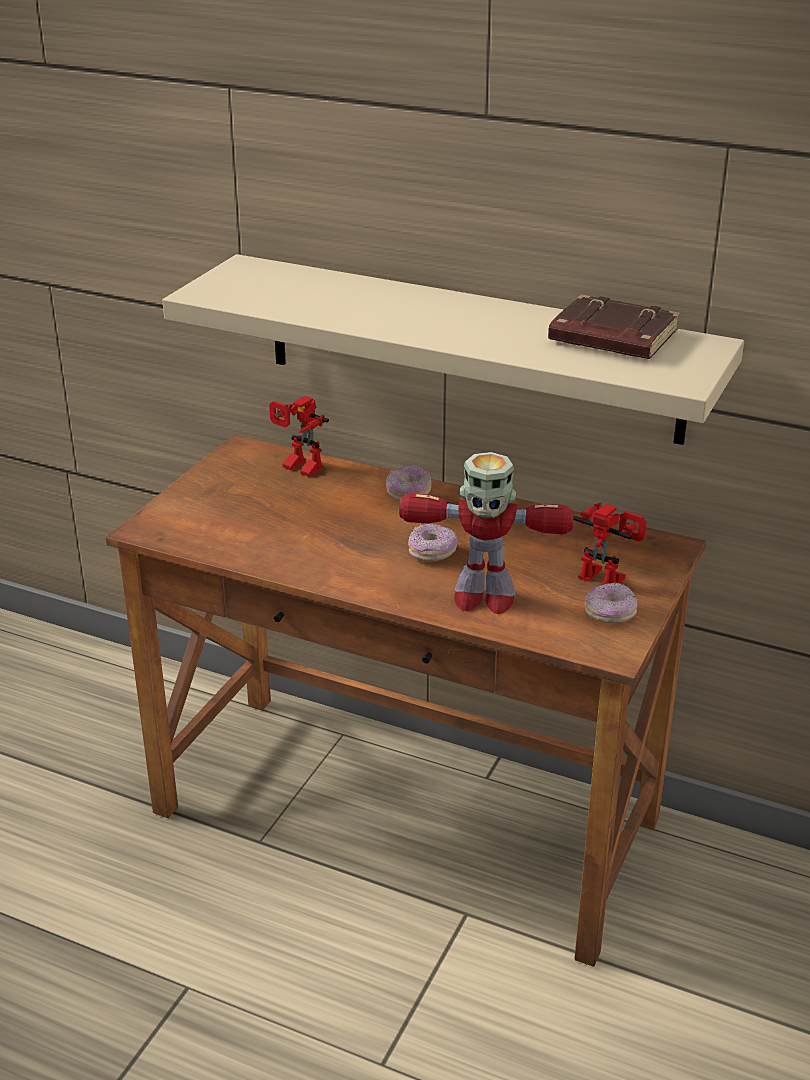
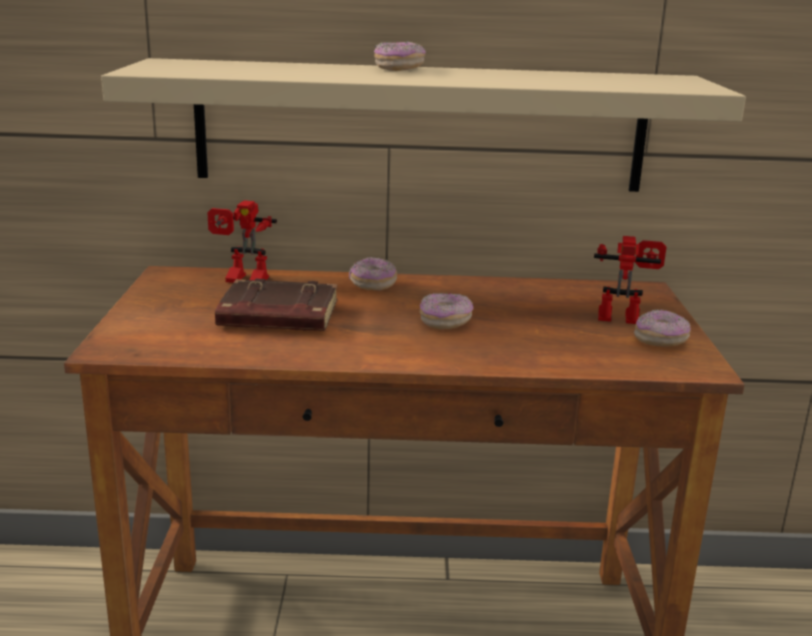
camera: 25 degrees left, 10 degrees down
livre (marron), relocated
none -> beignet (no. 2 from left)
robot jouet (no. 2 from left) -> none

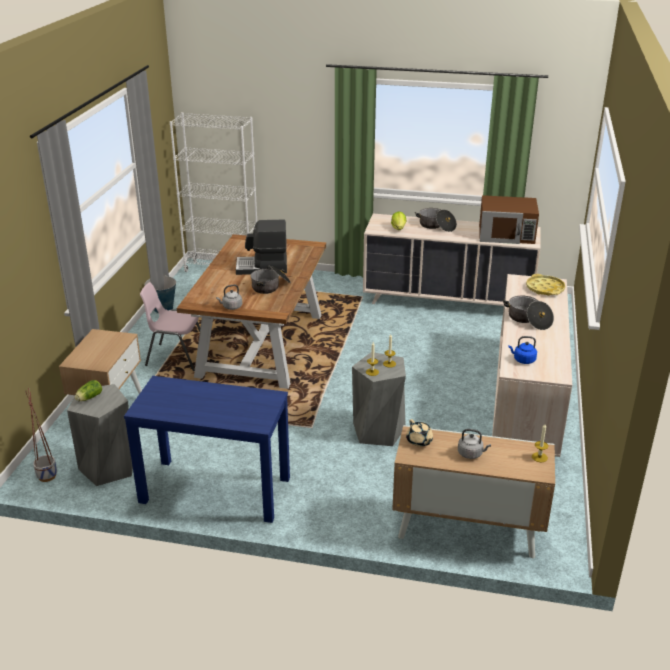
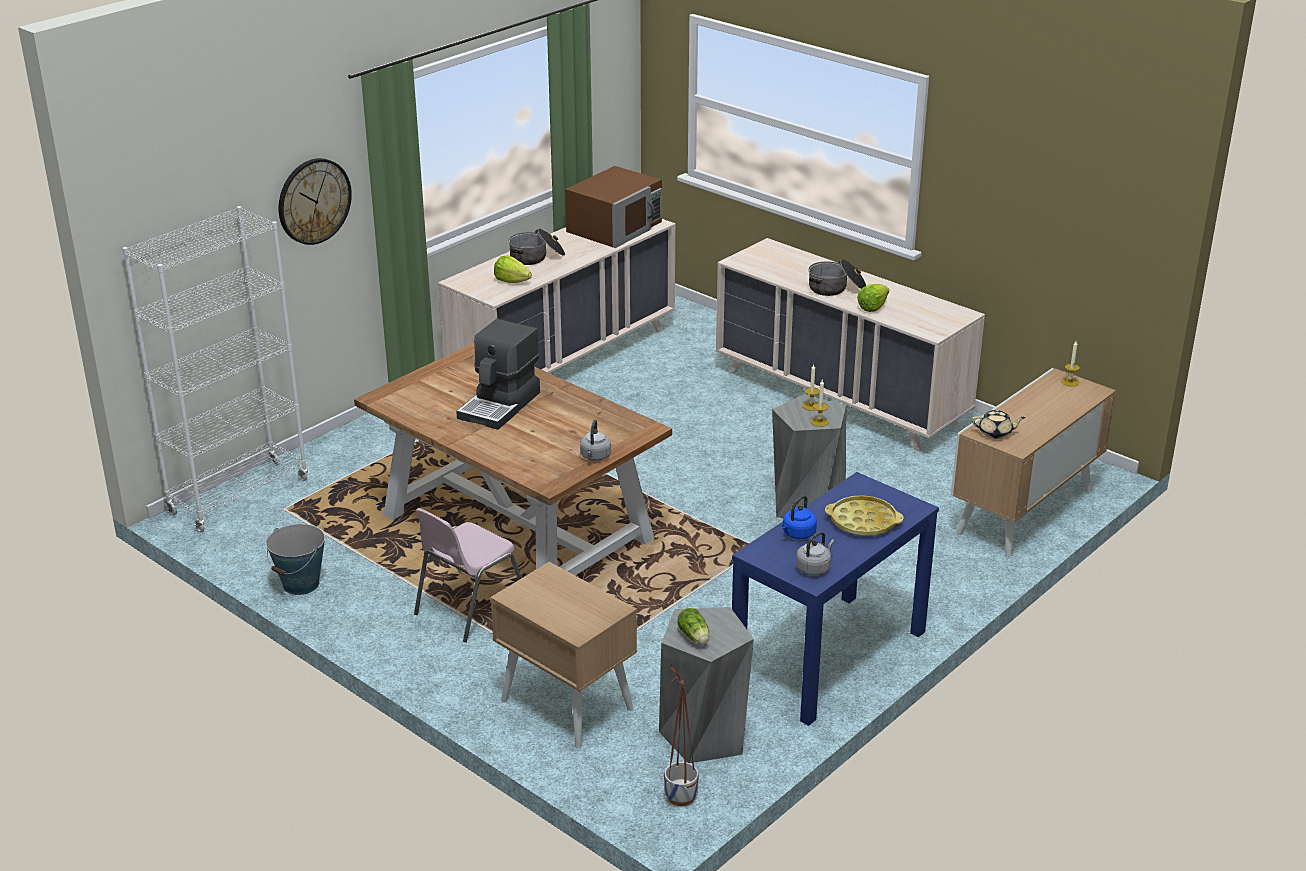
camera: 60 degrees left, 0 degrees up
none -> horloge murale
bouilloire (bleu), relocated
bouilloire (gris) (no. 2 from left), relocated
plateau (jaune), relocated
none -> laitue (no. 3 from left)
marmite (no. 1 from left) -> none

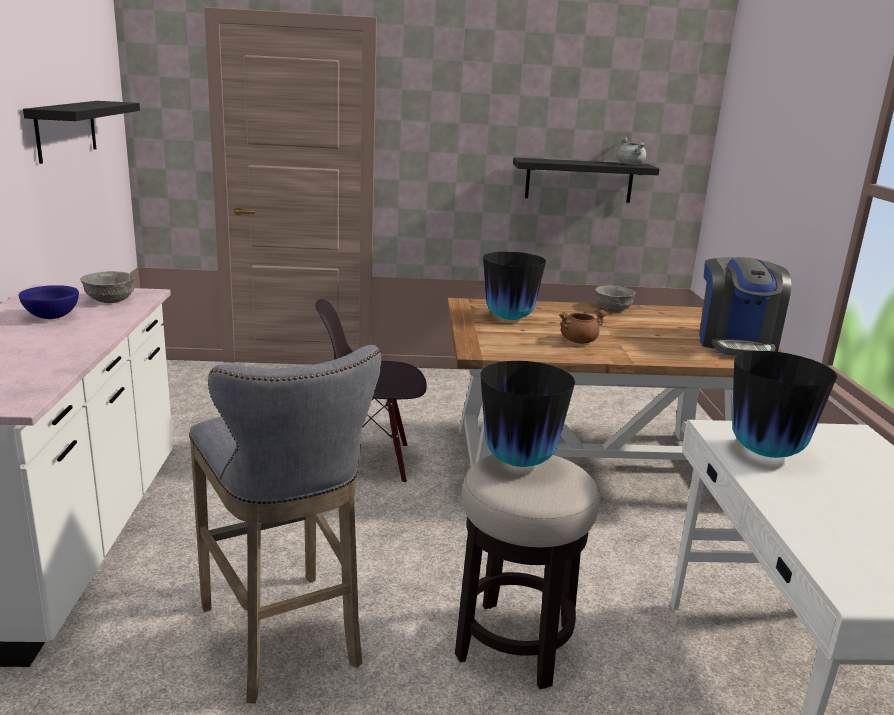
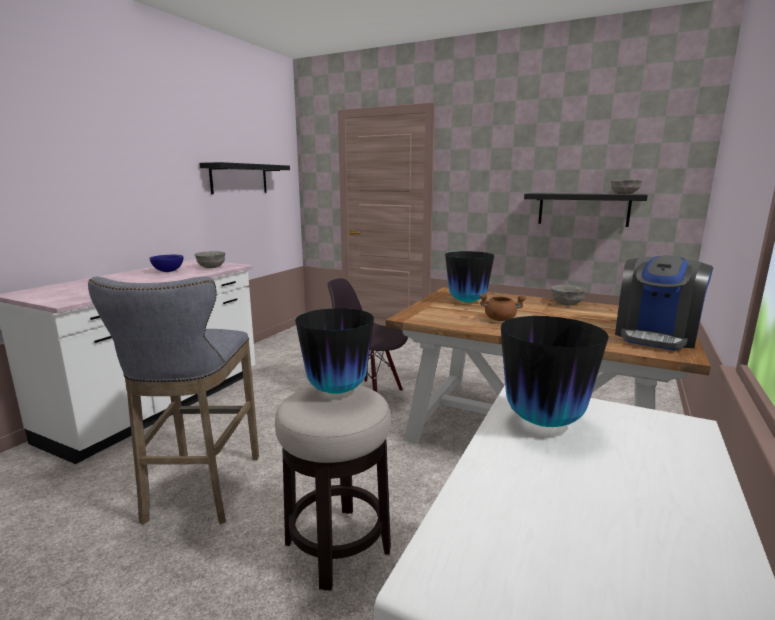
camera: 30 degrees right, 5 degrees down
marmite (gris) -> bol (gris) (no. 3 from left)

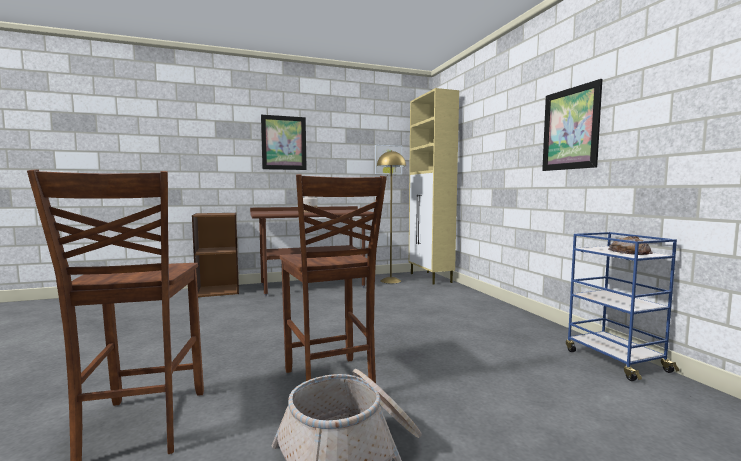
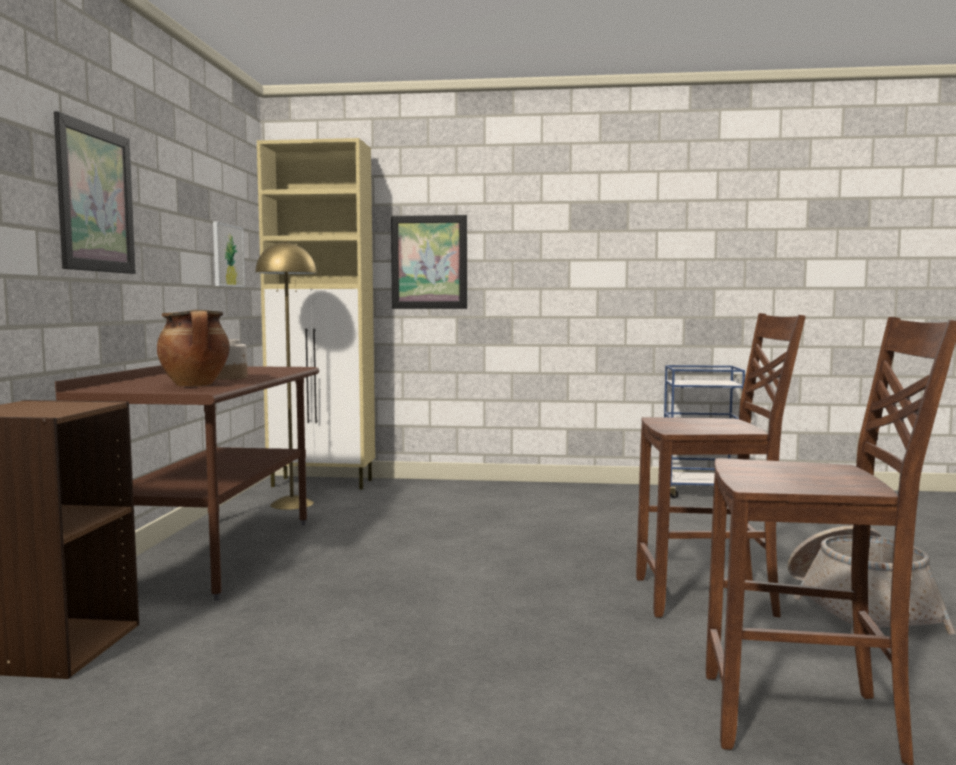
camera: 65 degrees left, 0 degrees up
none -> marmite
tableau (no. 3 from left), relocated
pain -> none

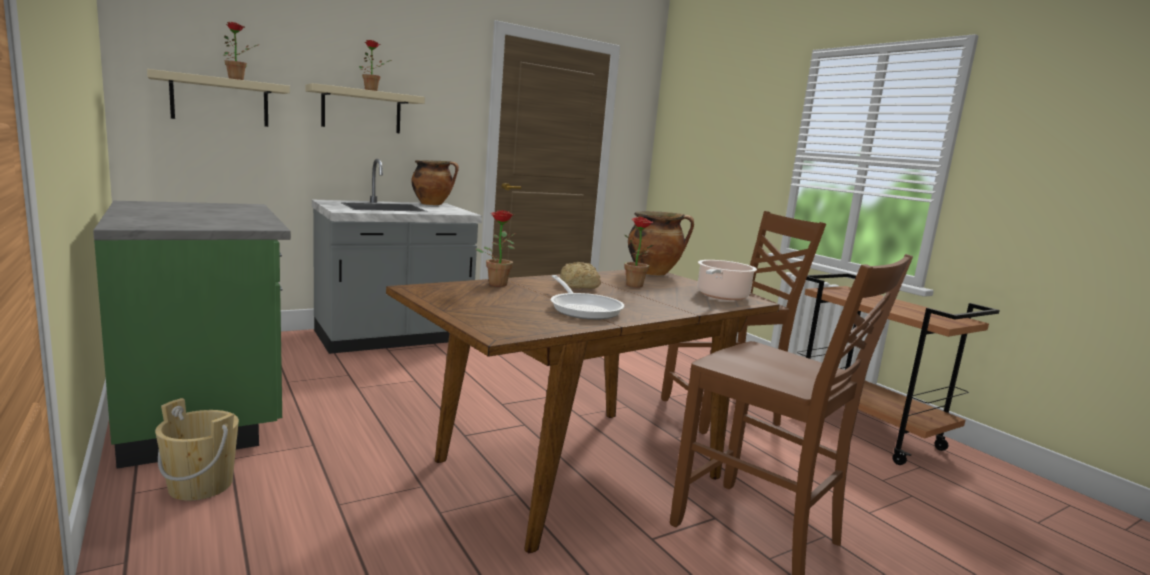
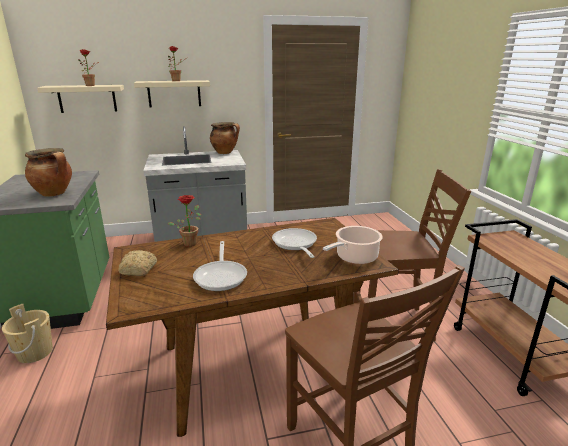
camera: 20 degrees right, 10 degrees up
marmite (no. 2 from left in the first image) -> marmite (no. 1 from left), relocated
pain, relocated
plante en pot (no. 4 from left) -> poêle (no. 2 from left)

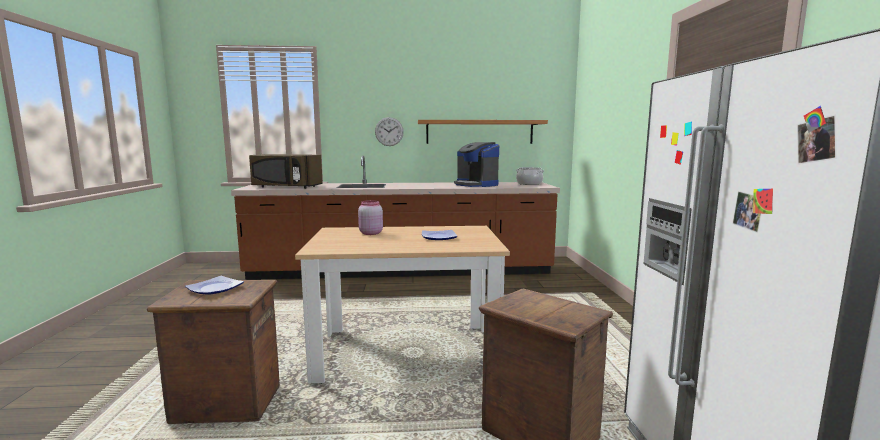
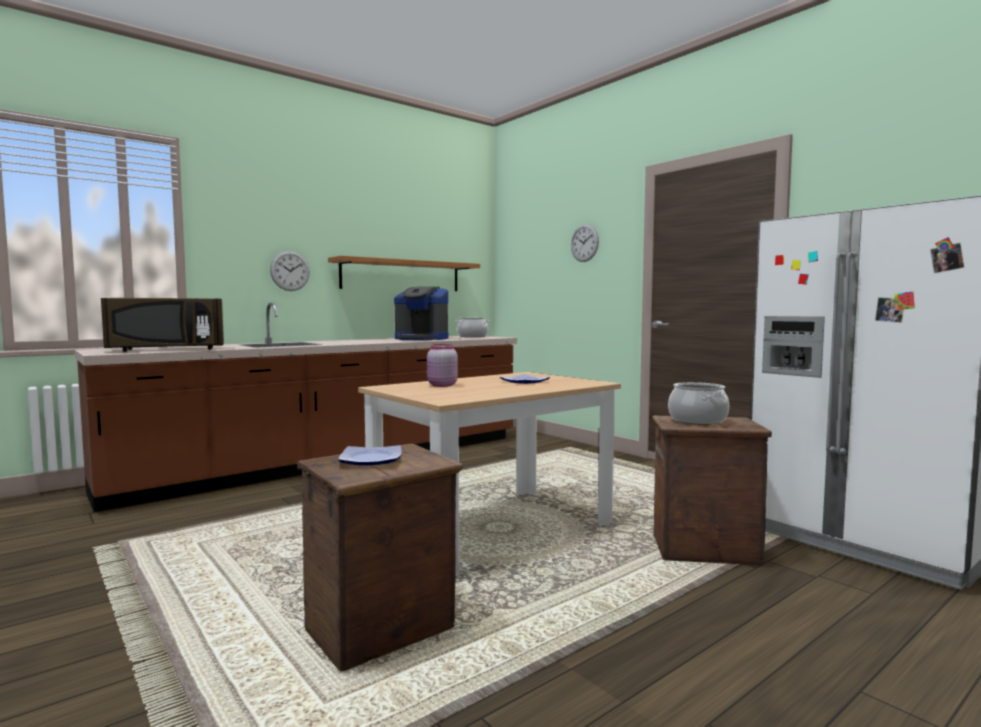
camera: 35 degrees left, 5 degrees down
none -> horloge murale (no. 2 from left)
none -> marmite (no. 2 from left)

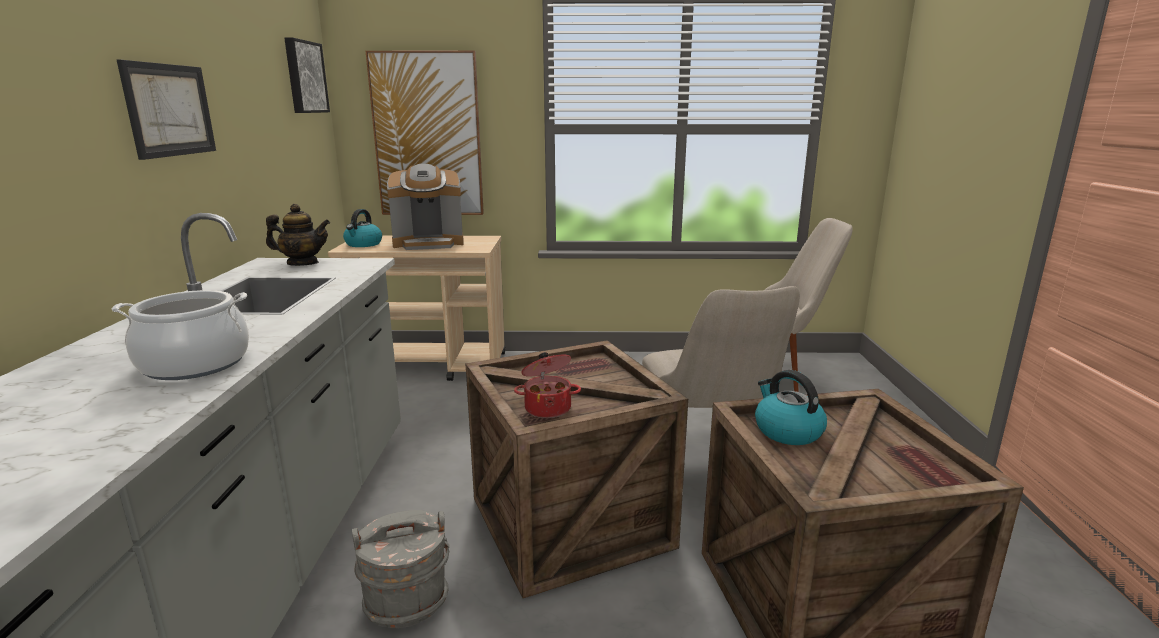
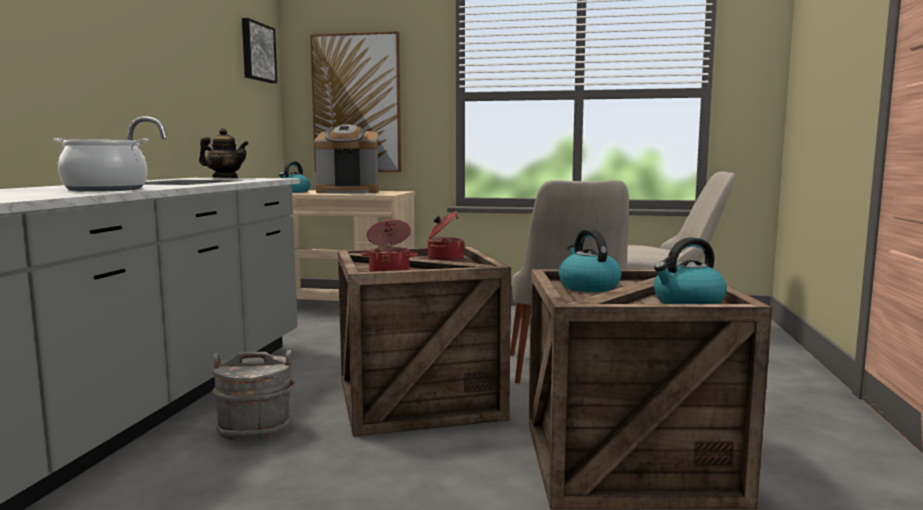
camera: 10 degrees right, 10 degrees down
none -> marmite (no. 3 from left)
none -> bouilloire (no. 3 from left)
tableau (no. 1 from left) -> none

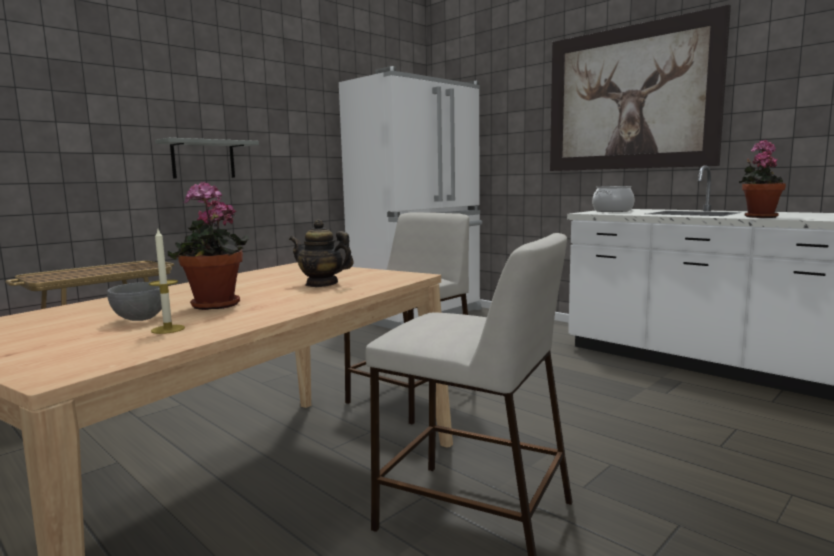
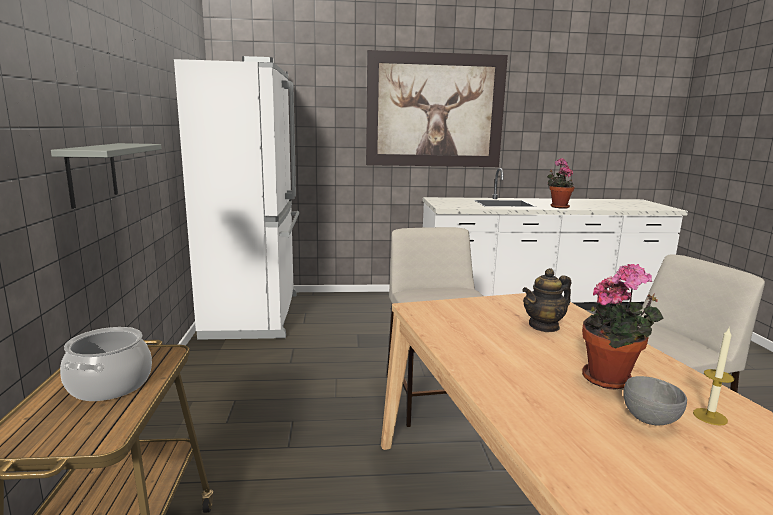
camera: 50 degrees left, 5 degrees up
marmite, relocated

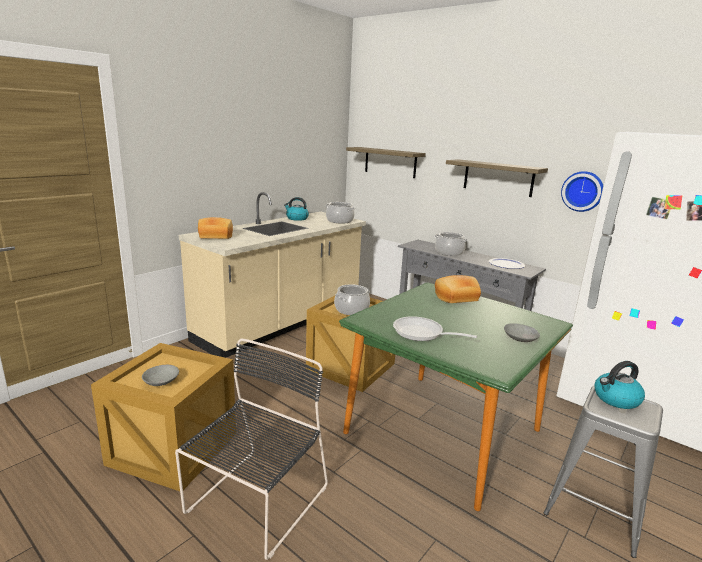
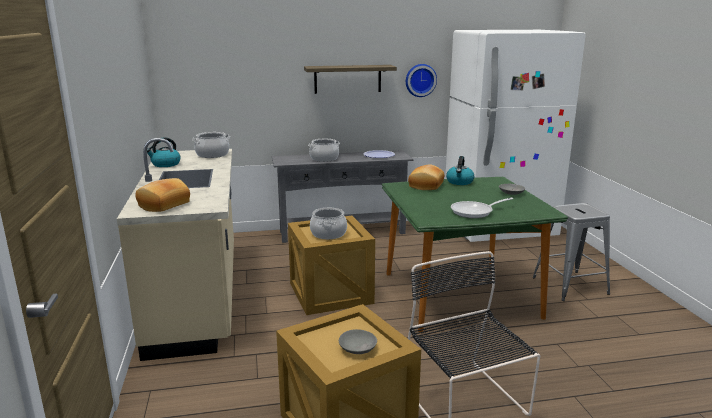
camera: 50 degrees left, 0 degrees up
bouilloire (no. 2 from left), relocated
étagère (no. 1 from left) -> none

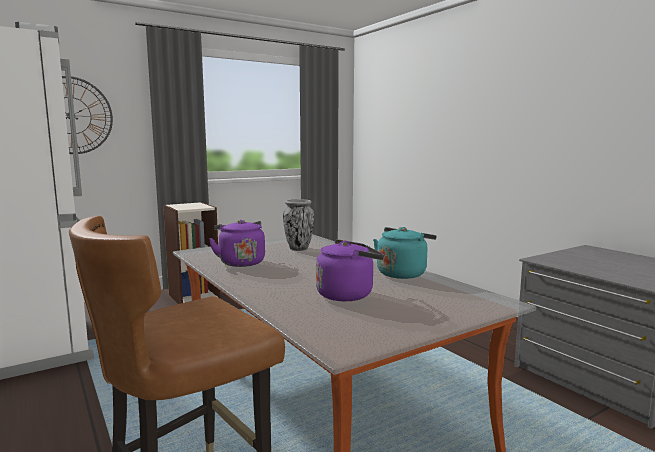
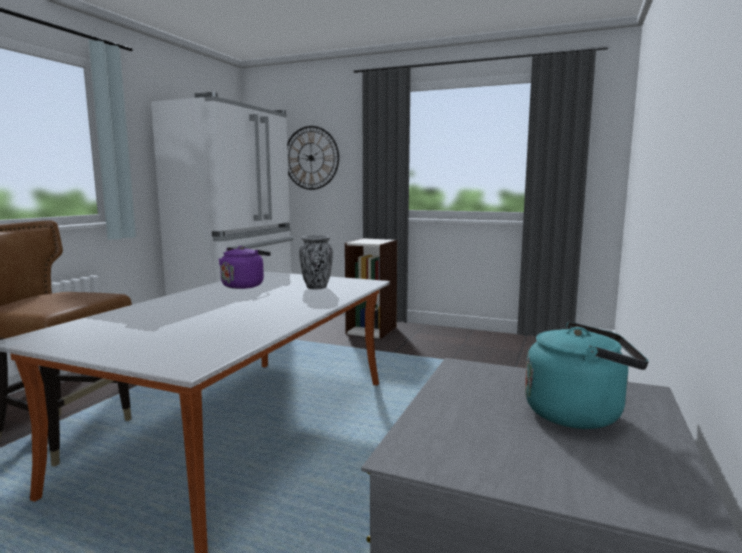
camera: 55 degrees right, 0 degrees up
bouilloire (turquoise), relocated
bouilloire (violet) (no. 2 from left) -> none

